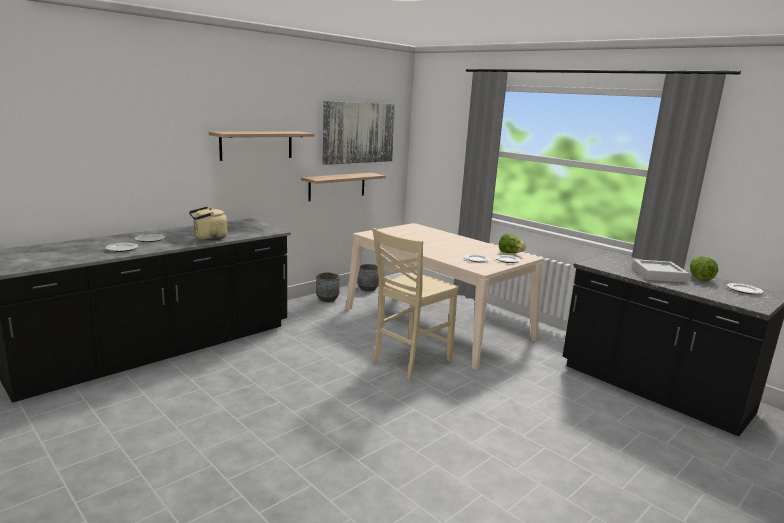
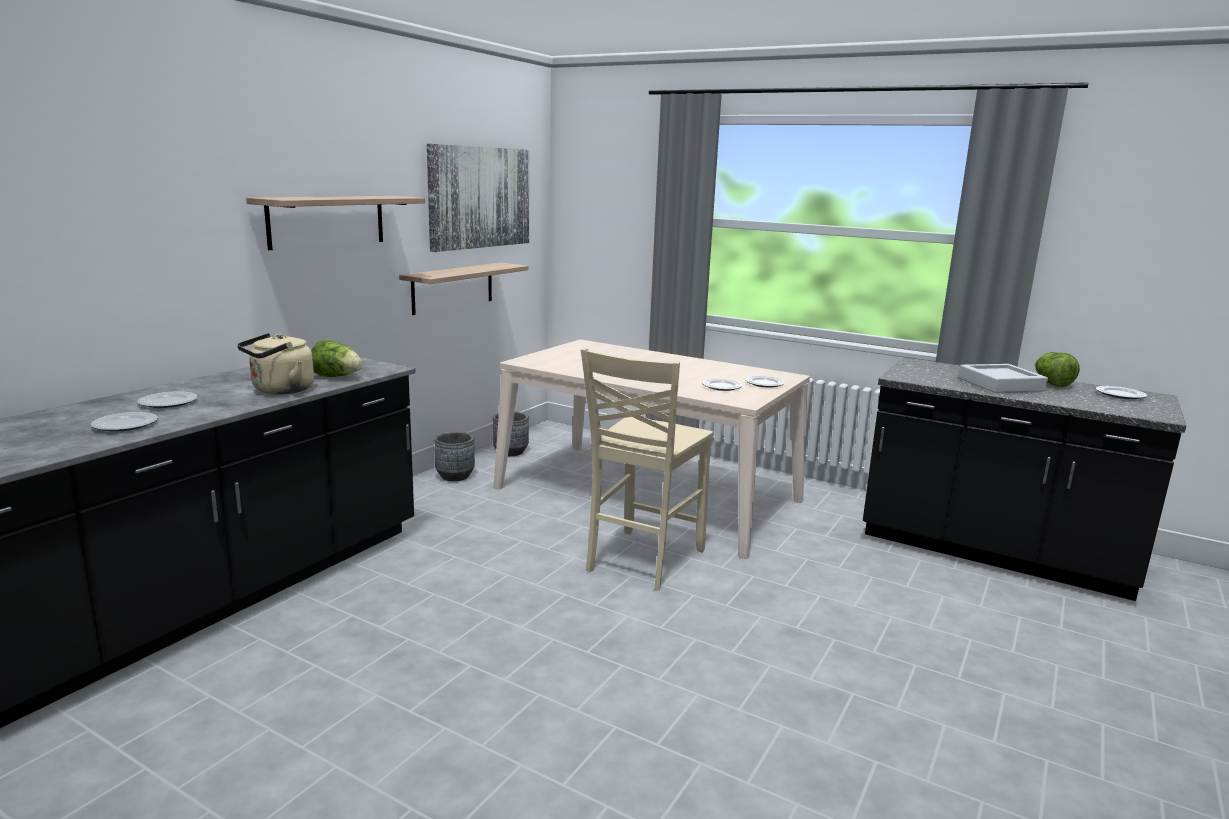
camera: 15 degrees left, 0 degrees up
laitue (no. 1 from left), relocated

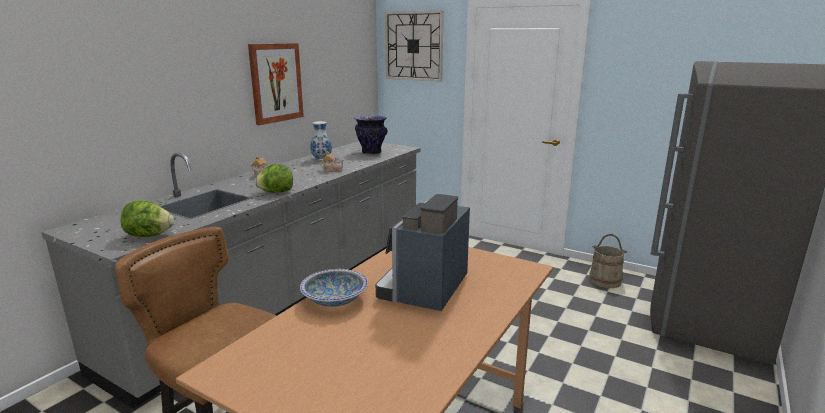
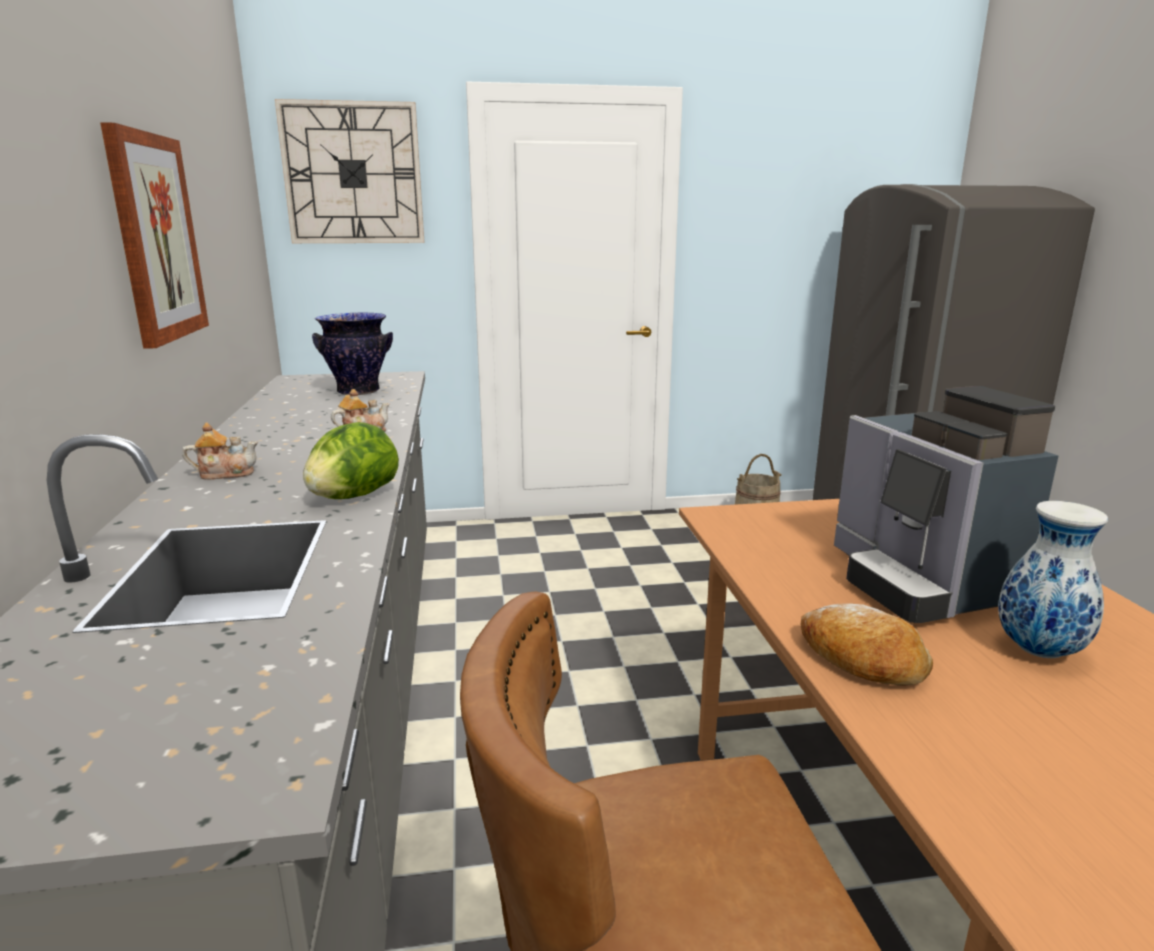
camera: 40 degrees left, 0 degrees up
bol -> pain
vase (no. 1 from left in the first image) -> vase (no. 2 from left), relocated
laitue (no. 1 from left) -> none

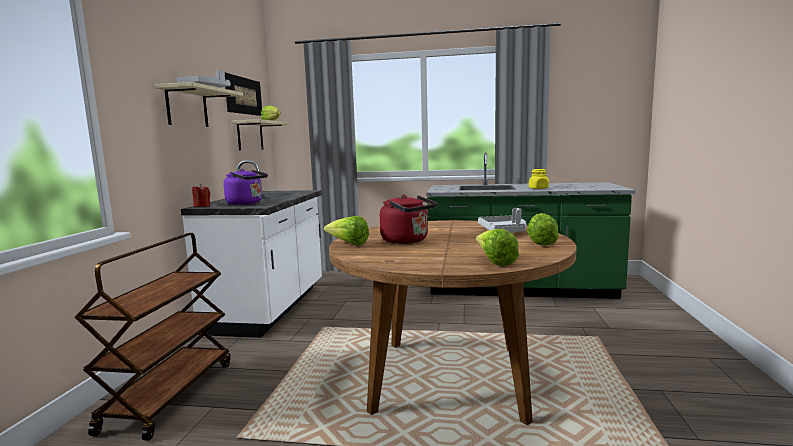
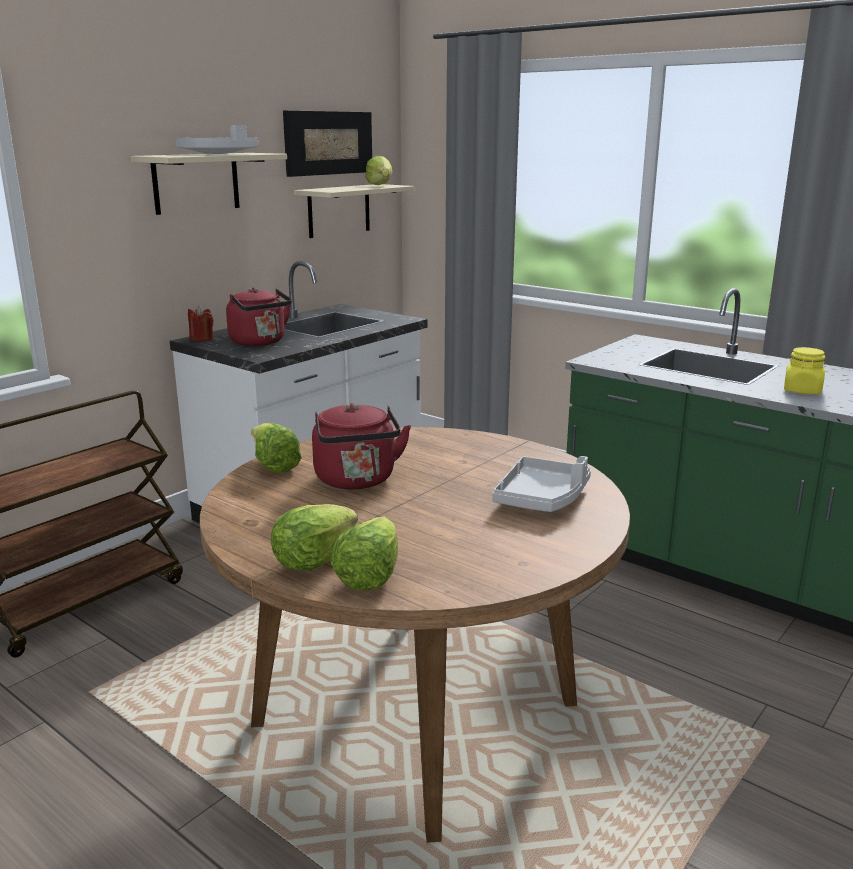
camera: 30 degrees right, 10 degrees up
bouilloire (violet) -> bouilloire (rouge) (no. 1 from left)
laitue (no. 4 from left in the first image) -> laitue (no. 2 from left), relocated

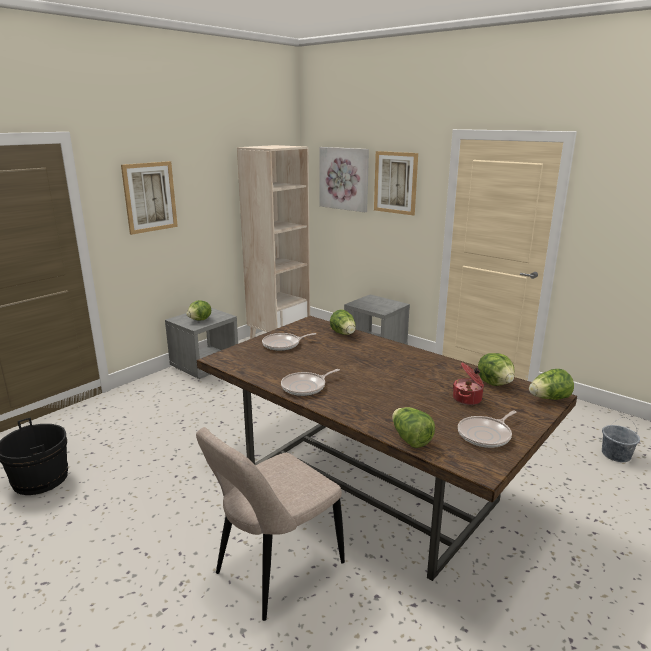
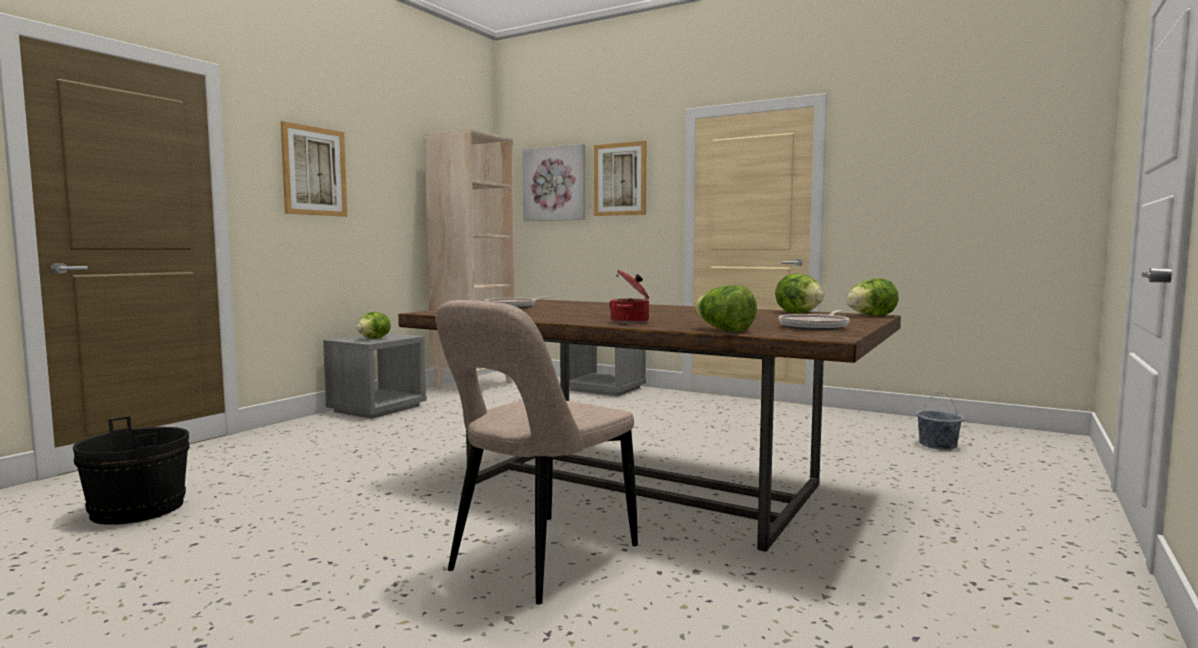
camera: 10 degrees left, 15 degrees down
marmite, relocated
poêle (no. 2 from left) -> none
laitue (no. 2 from left) -> none

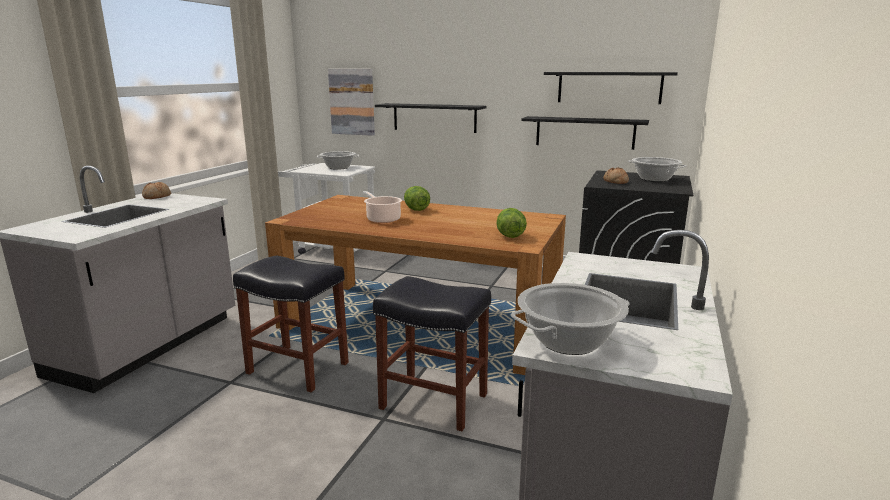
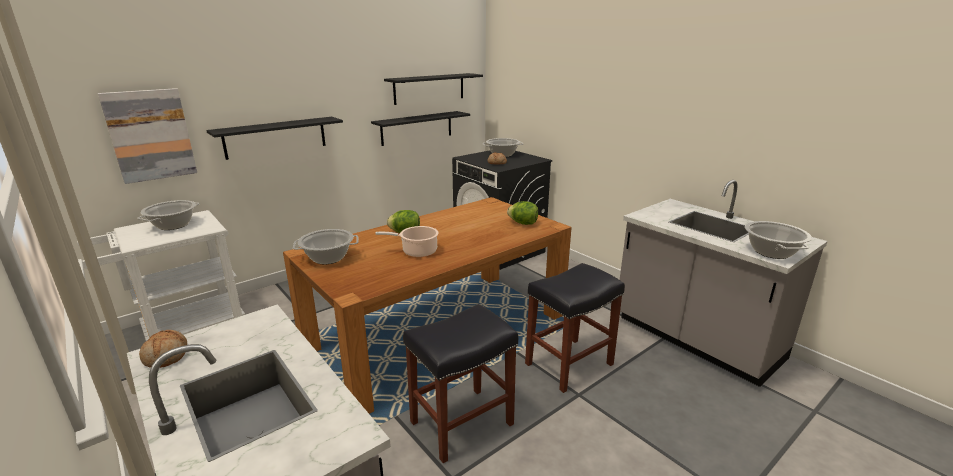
camera: 60 degrees left, 5 degrees up
none -> marmite (no. 2 from left)

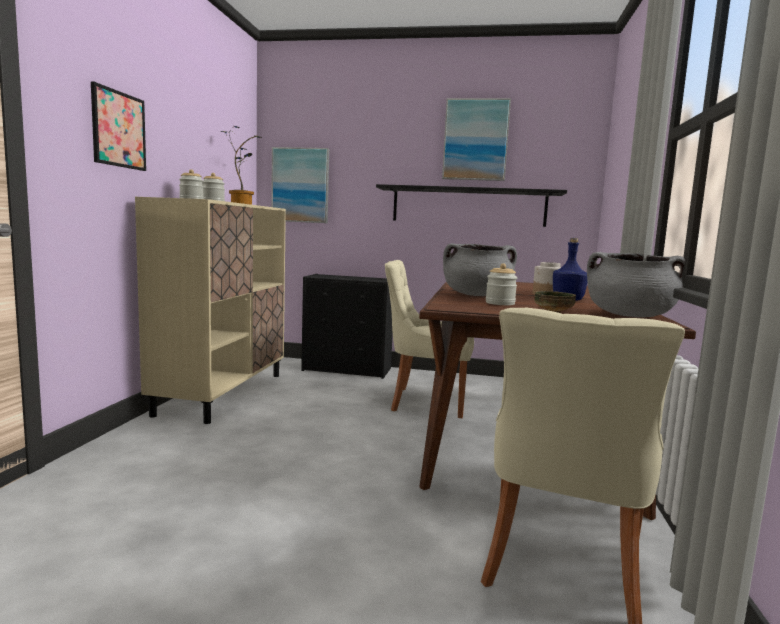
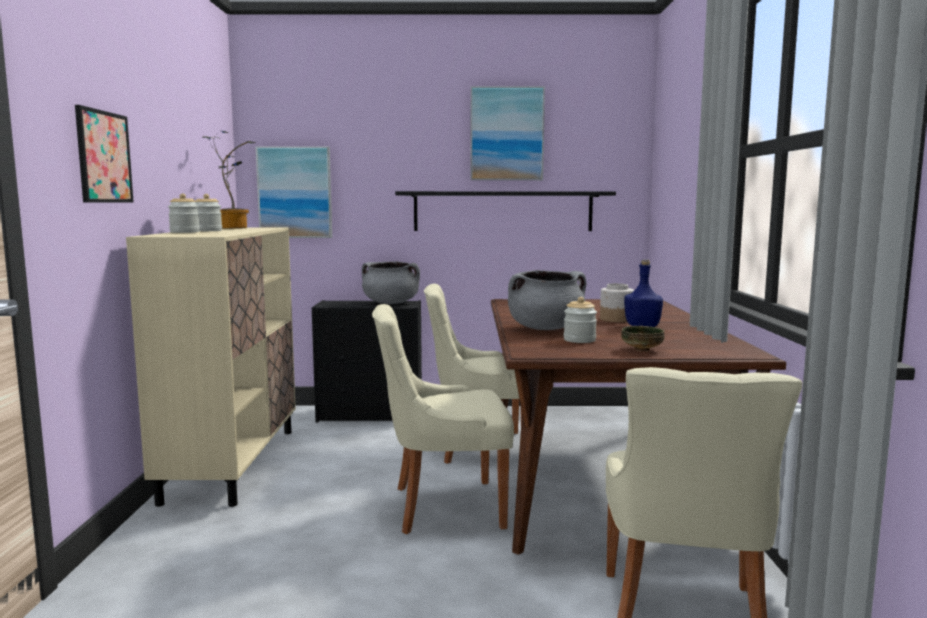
camera: 10 degrees left, 0 degrees up
marmite (gris) (no. 2 from left in the first image) -> marmite (gris) (no. 1 from left), relocated
none -> chaise (beige) (no. 1 from left)

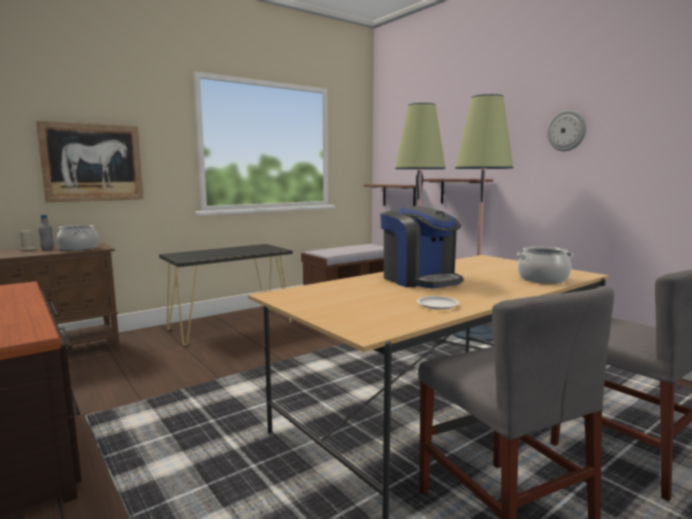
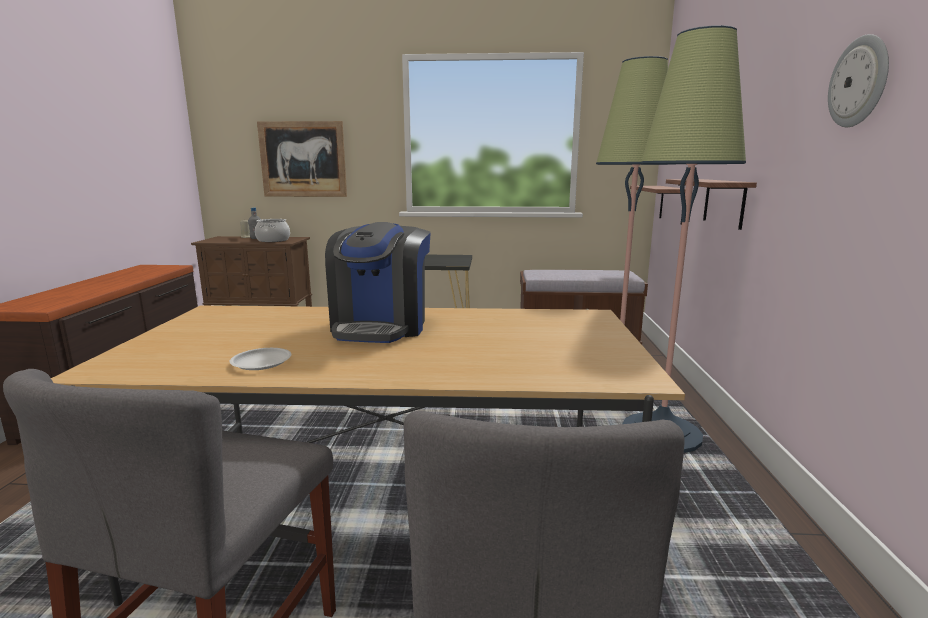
camera: 40 degrees right, 5 degrees up
marmite (no. 2 from left) -> none

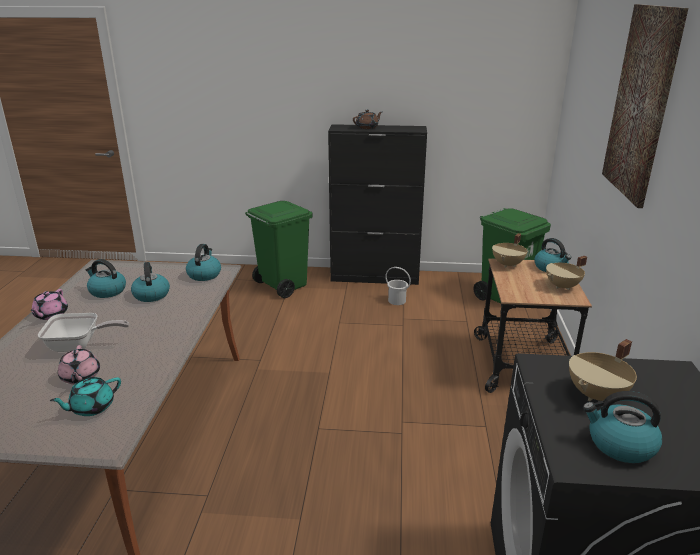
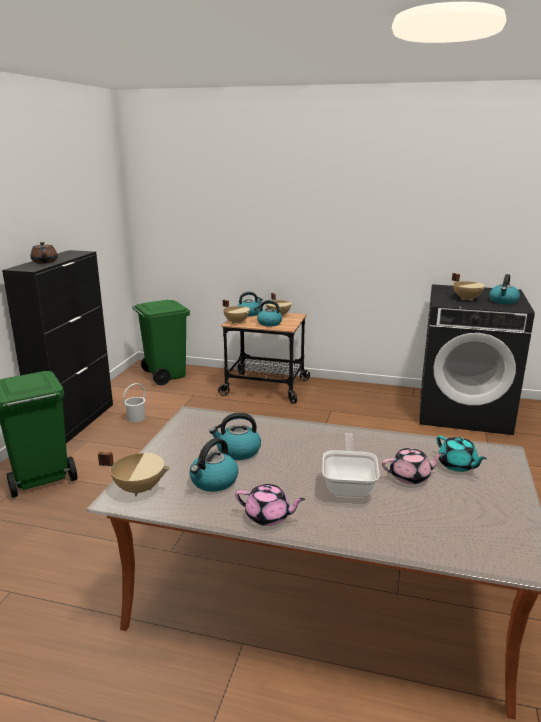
camera: 80 degrees left, 5 degrees down
none -> marmite (beige) (no. 1 from left)
bouilloire (no. 3 from left in the first image) -> bouilloire (no. 4 from left), relocated
tableau -> none

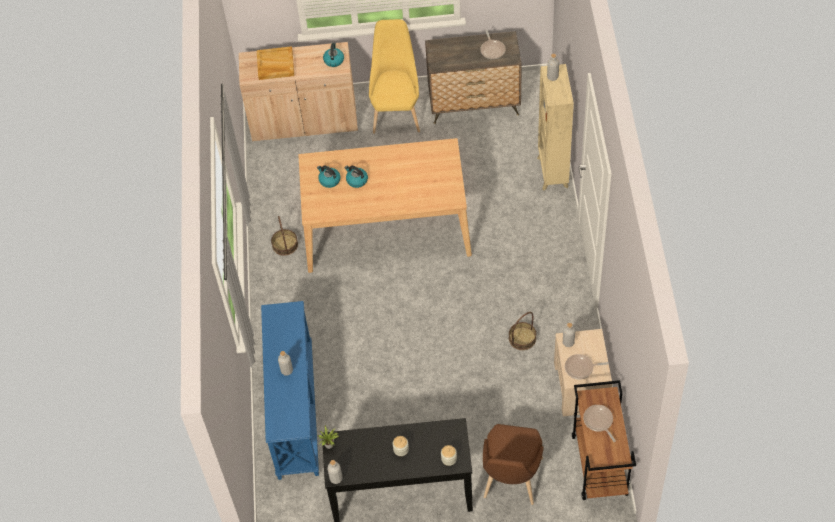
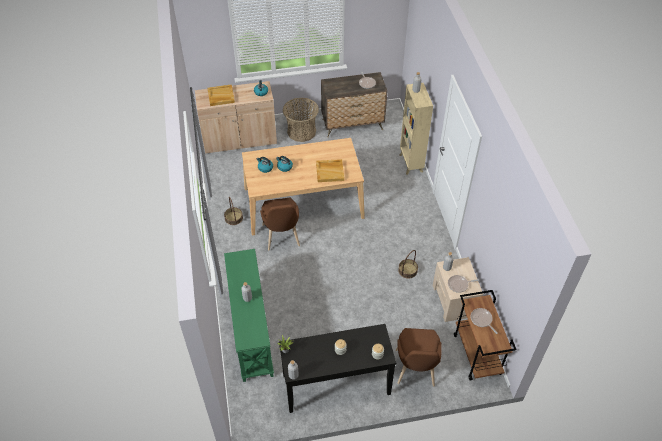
camera: 10 degrees left, 5 degrees down
table console (bleu) -> table console (vert)
none -> chaise (marron) (no. 1 from left)
chaise (jaune) -> panier (no. 2 from left)
none -> plateau (beige) (no. 2 from left)

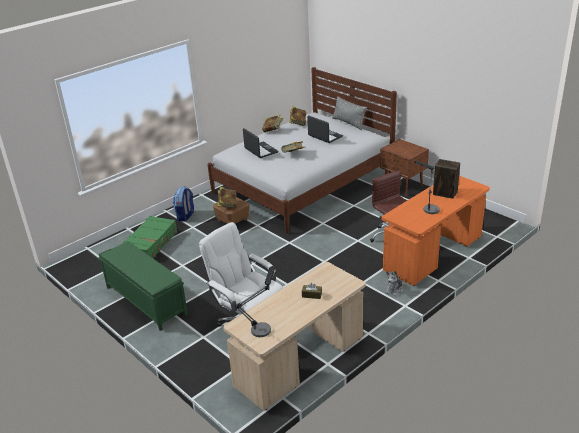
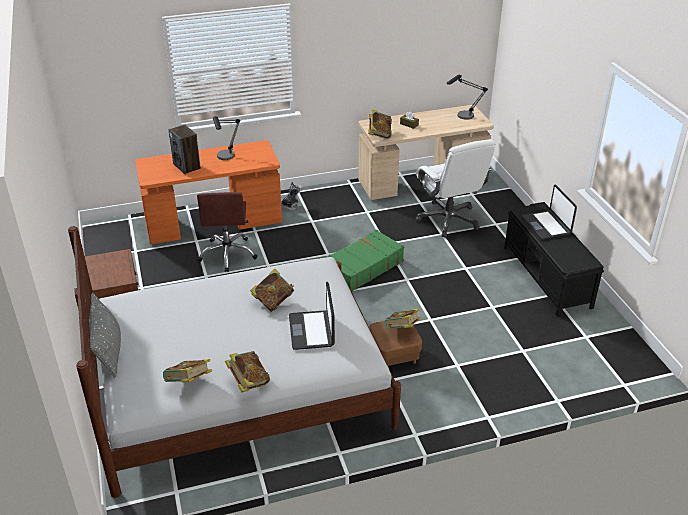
camera: 155 degrees left, 5 degrees up
valise (vert), relocated
none -> livre (no. 4 from left)
banc (vert) -> banc (noir)
ordinateur portable (no. 2 from left), relocated
sac à dos -> none

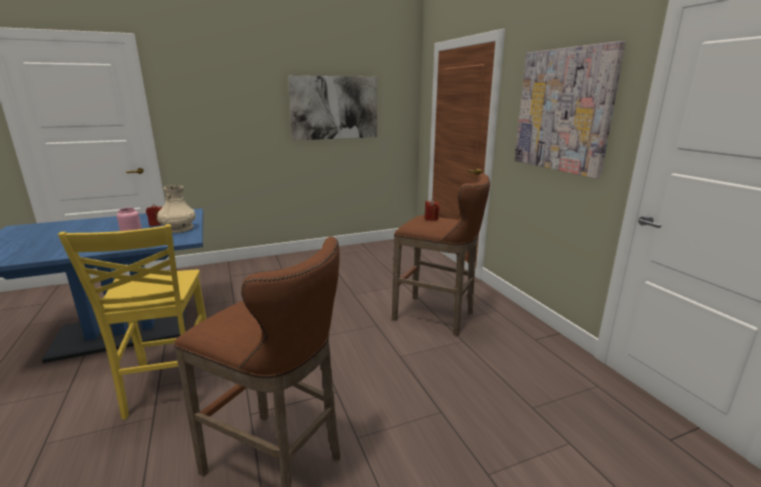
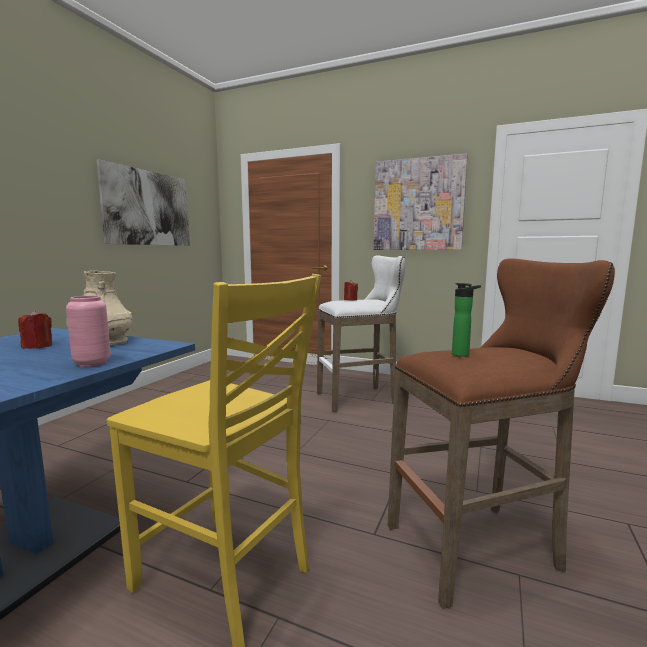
camera: 45 degrees left, 10 degrees down
tabouret (marron) (no. 2 from left) -> tabouret (blanc)
none -> bouteille

